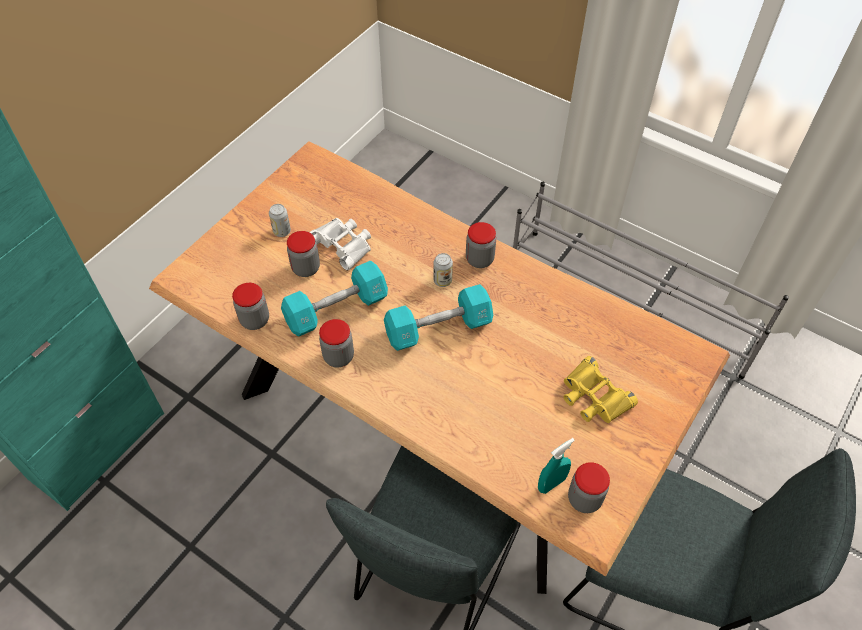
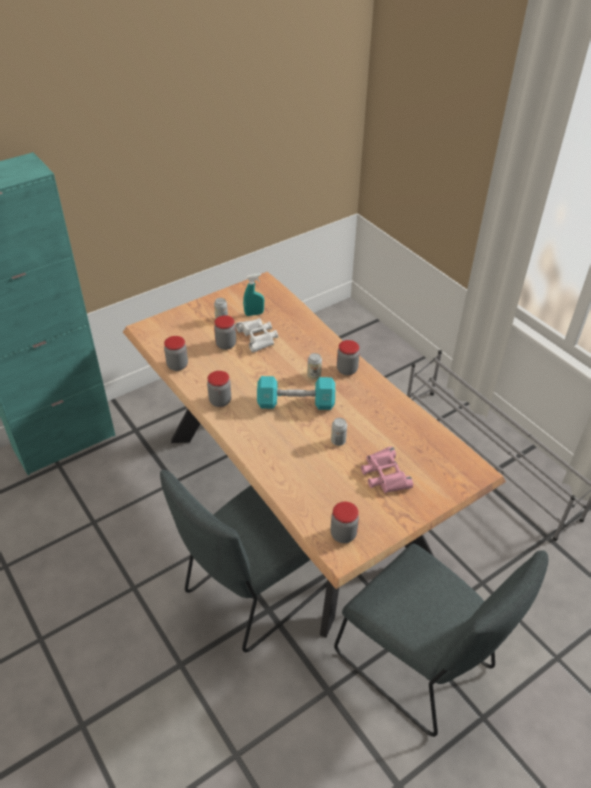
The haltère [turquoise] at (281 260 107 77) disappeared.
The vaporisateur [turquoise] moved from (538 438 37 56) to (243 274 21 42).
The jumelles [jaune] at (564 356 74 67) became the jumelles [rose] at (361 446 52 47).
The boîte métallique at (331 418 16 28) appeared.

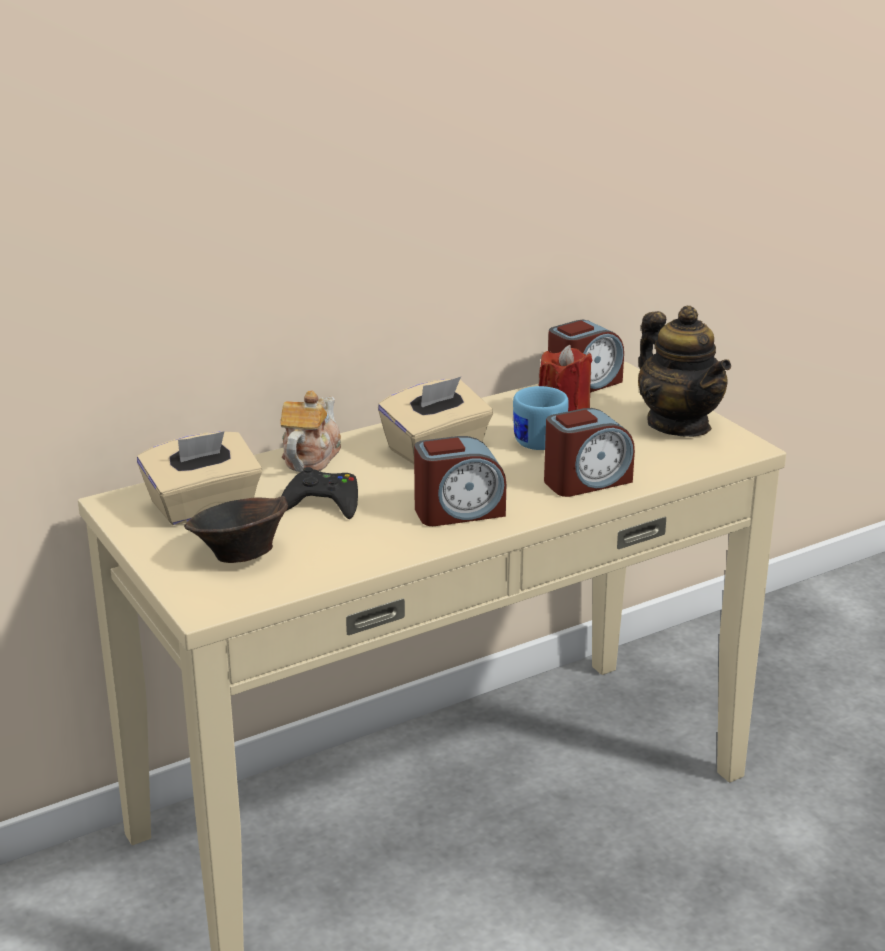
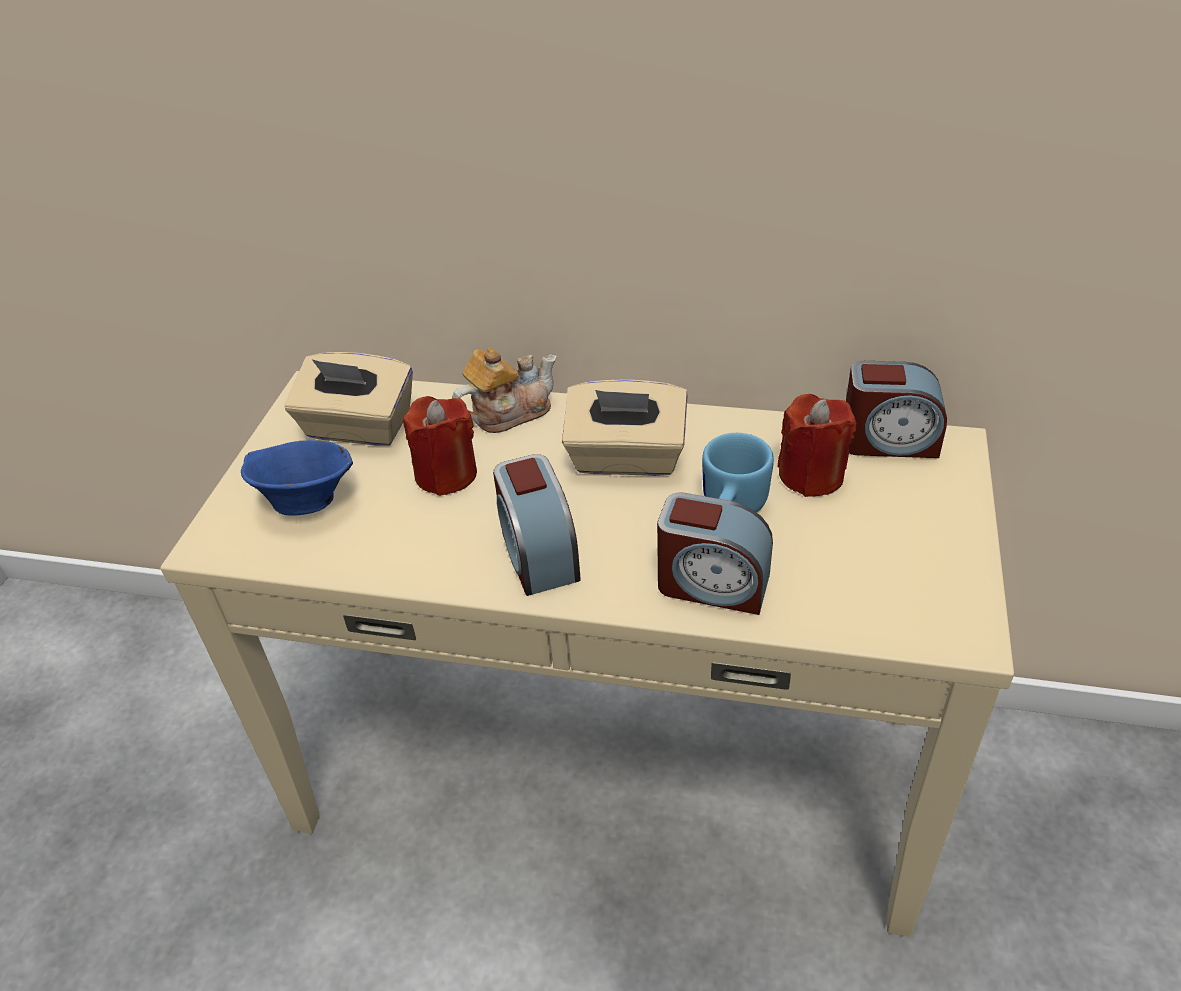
The bol [marron] at (184 496 104 67) became the bol [bleu] at (241 440 112 76).
The manette [noir] at (281 467 77 52) was replaced by the bougie [rouge] at (403 396 74 100).
The réveil at (414 436 92 90) turned 45 degrees clockwise.
The théière at (638 306 93 131) disappeared.

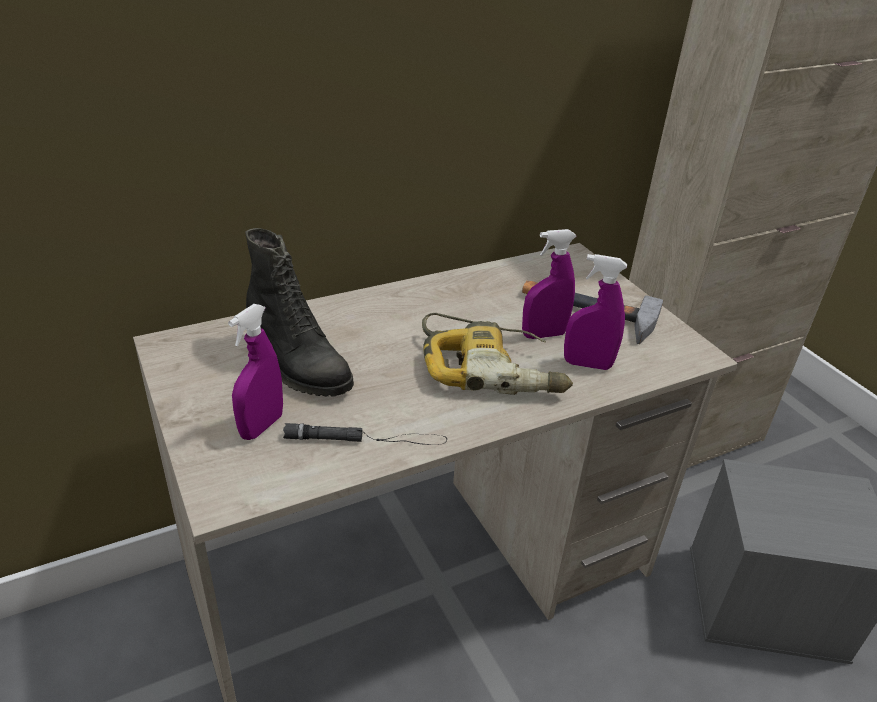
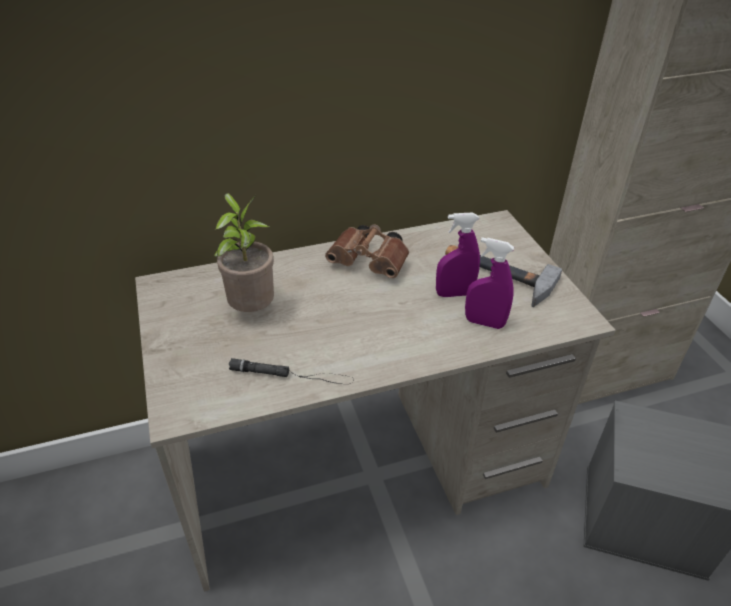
The vaporisateur [violet] at (228 304 55 136) disappeared.
The botte [noir] at (245 228 109 169) was replaced by the plante en pot at (214 193 60 119).
The perceuse at (422 313 151 82) disappeared.
The jumelles [marron] at (325 224 84 54) appeared.

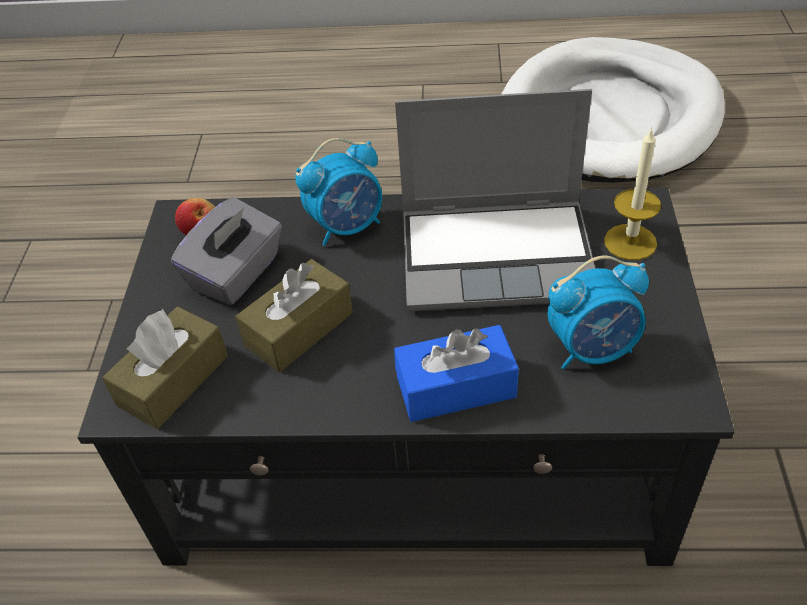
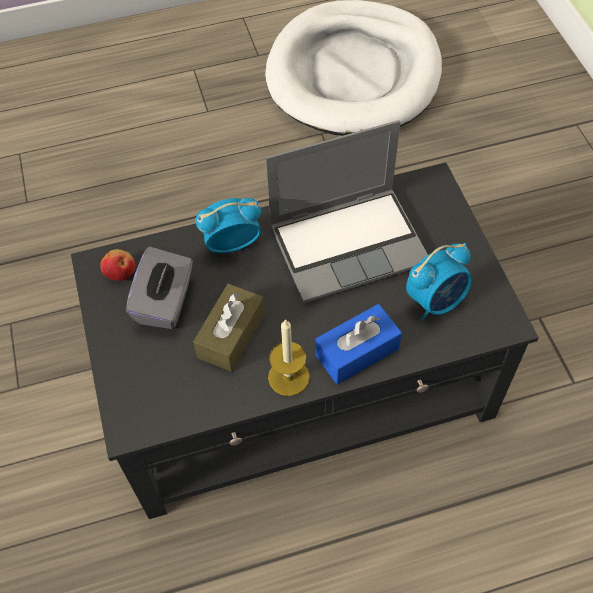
The boîte à mouchoirs [marron] at (102 307 126 122) disappeared.
The réveil at (295 138 87 108) turned 150 degrees counterclockwise.
The bougie moved from (604 127 57 133) to (268 319 42 77).

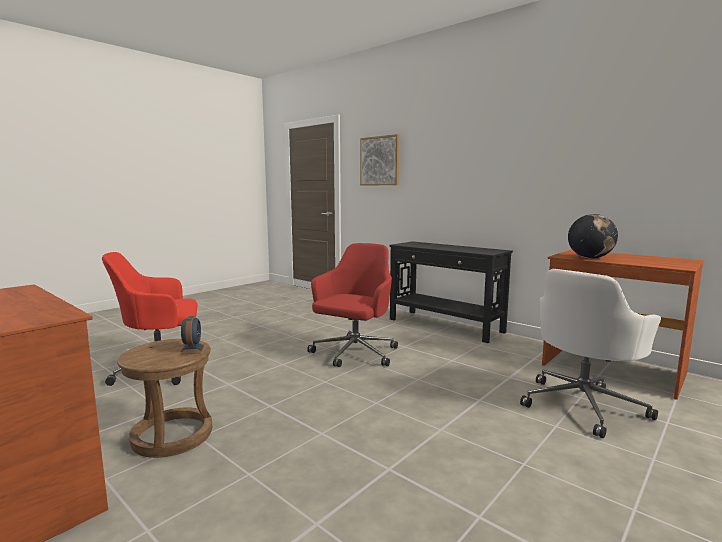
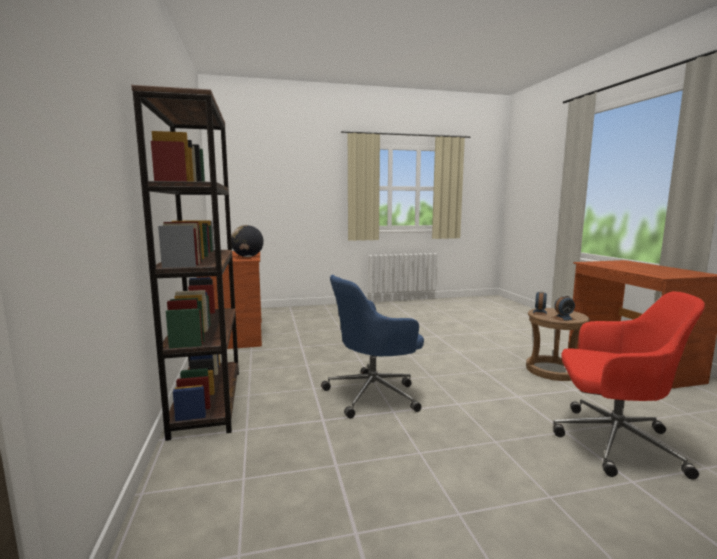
The chaise de bureau [rouge] at (307 243 91 124) became the chaise de bureau [bleu] at (321 275 103 144).
The tableau at (360 134 39 52) disappeared.
The table console [noir] at (390 241 123 102) was replaced by the bibliothèque [marron] at (131 85 108 356).
The chaise de bureau [blanc] at (520 269 141 169) disappeared.
The réveil at (552 295 23 26) appeared.

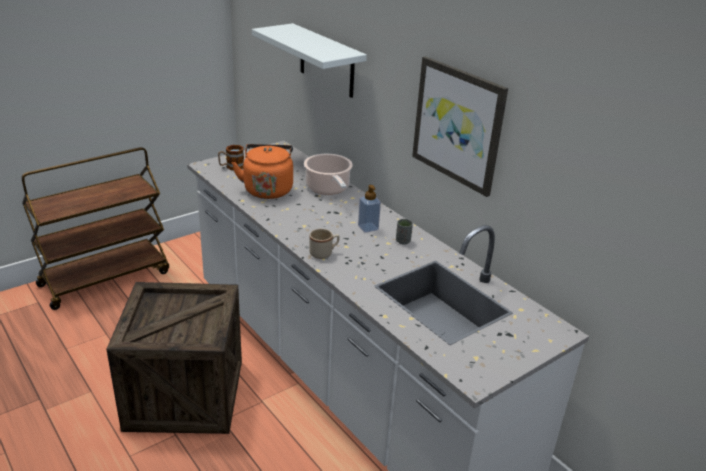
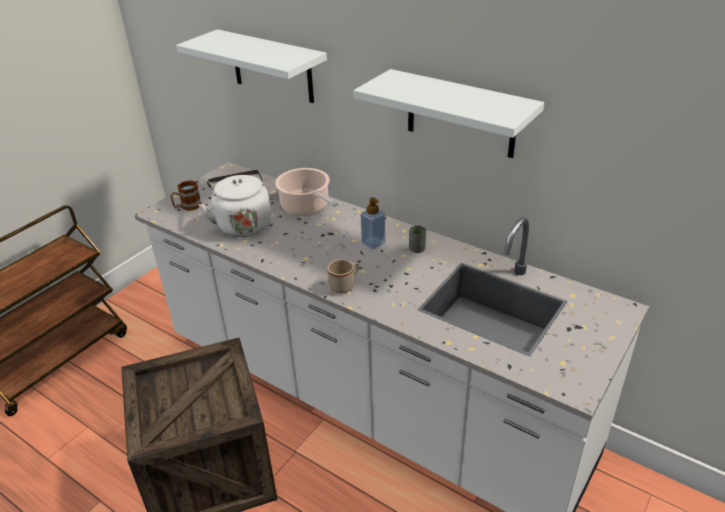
The bouilloire [orange] at (232 144 61 55) became the bouilloire [blanc] at (199 170 72 67).
The tableau at (412 56 96 141) was replaced by the étagère [blanc] at (353 69 191 89).

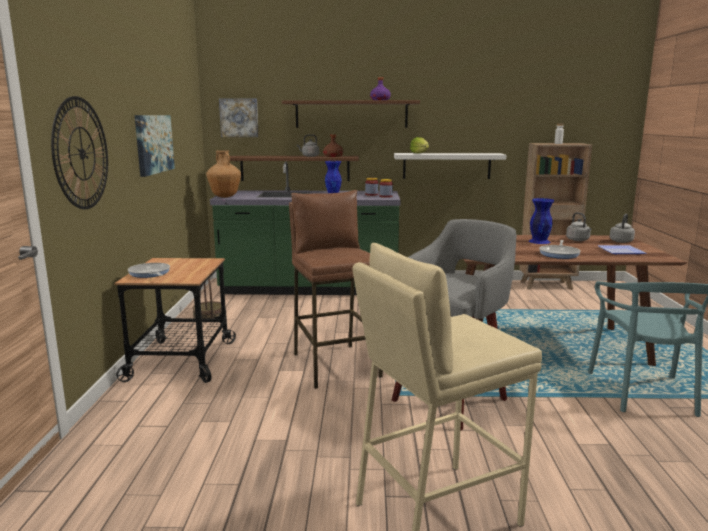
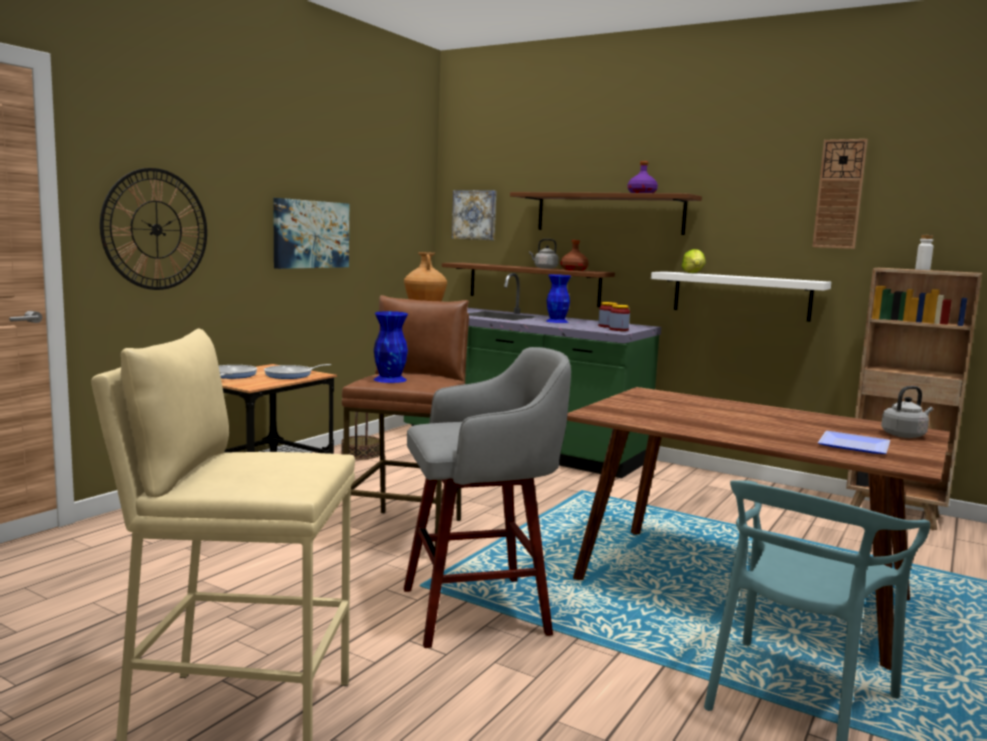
The vase [bleu] moved from (529 198 25 46) to (373 311 35 72).
The poêle moved from (539 240 42 19) to (264 364 67 15).
The bouilloire [gris] at (566 212 25 29) disappeared.
The horloge murale at (812 139 56 110) appeared.

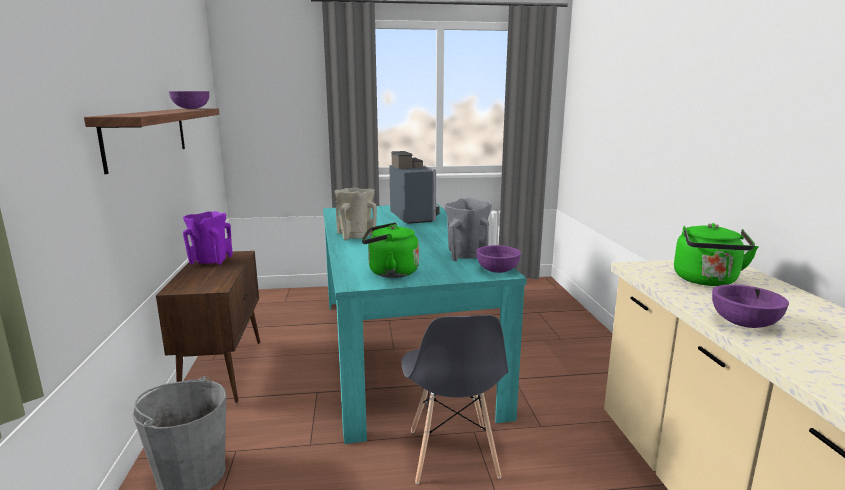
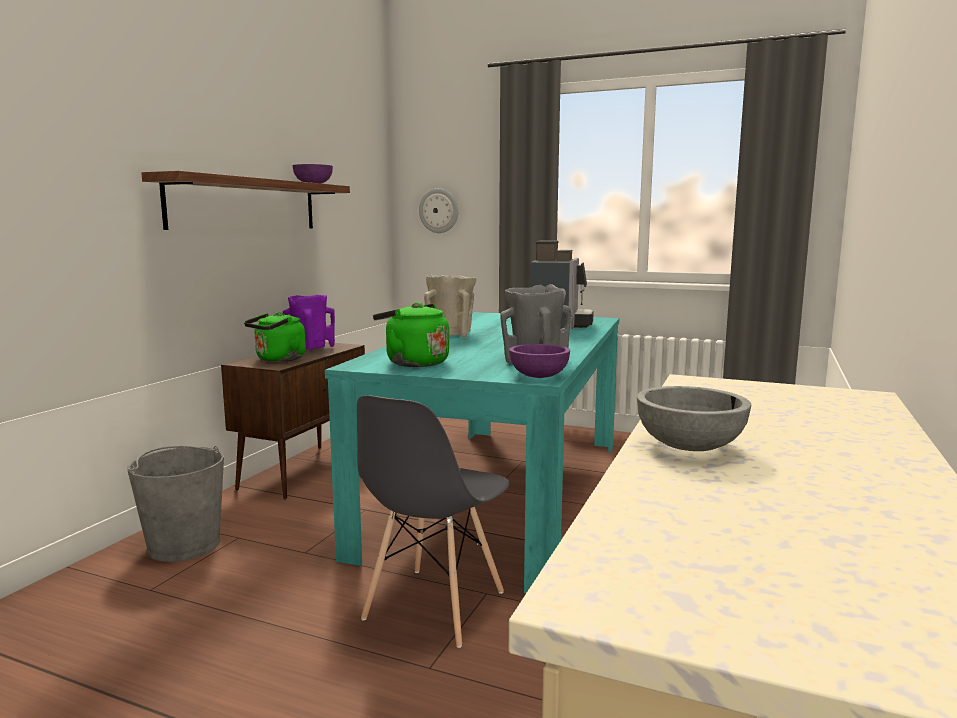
The bouilloire [vert] moved from (674 223 84 63) to (244 312 62 50).
The bol [violet] at (712 284 77 44) became the bol [gris] at (637 386 114 65).
The horloge murale at (419 188 39 45) appeared.

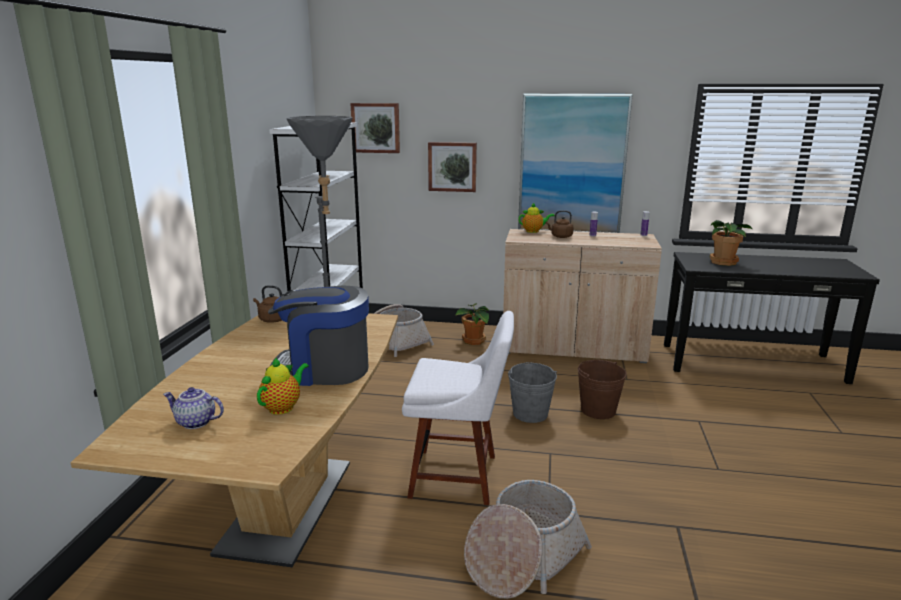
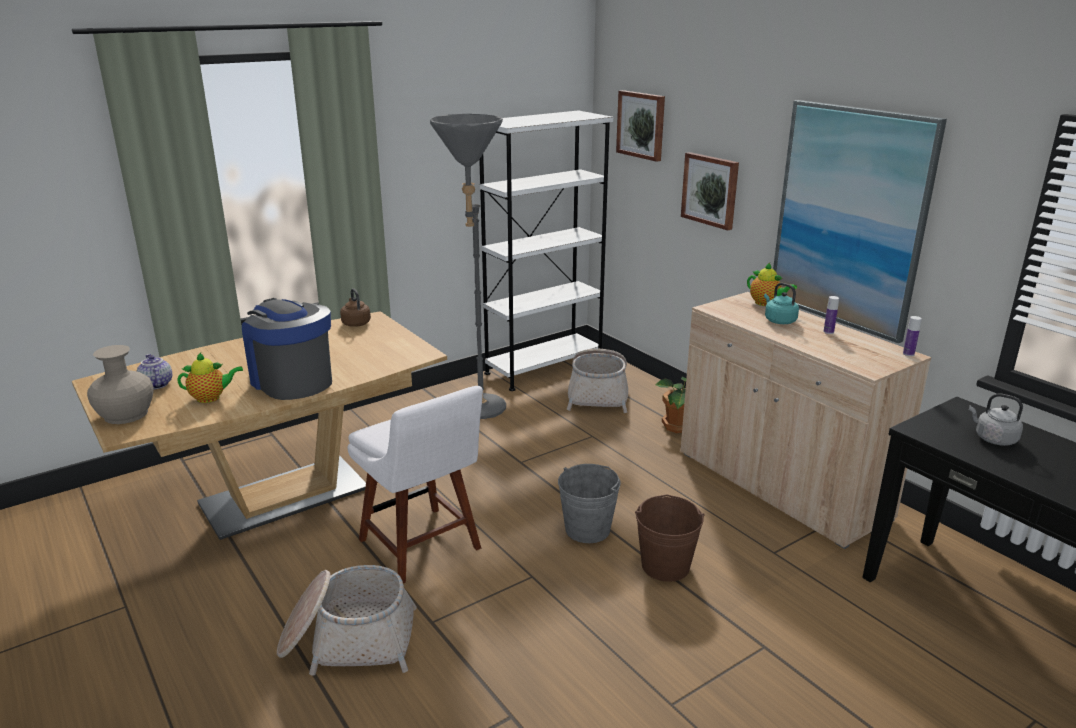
The bouilloire [marron] at (546 210 28 28) became the bouilloire [turquoise] at (764 283 35 41).
The plante en pot at (710 220 43 46) was replaced by the bouilloire [gris] at (969 393 54 53).
The vase [beige] at (87 345 67 79) appeared.

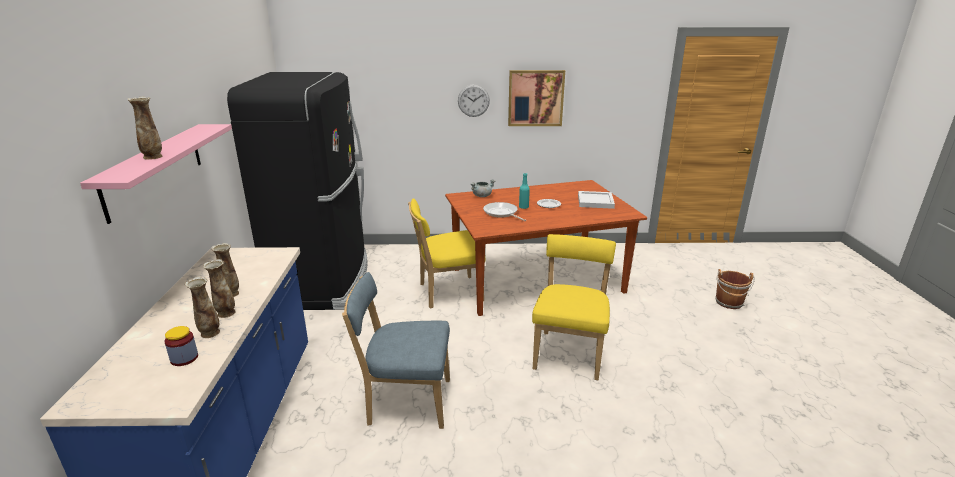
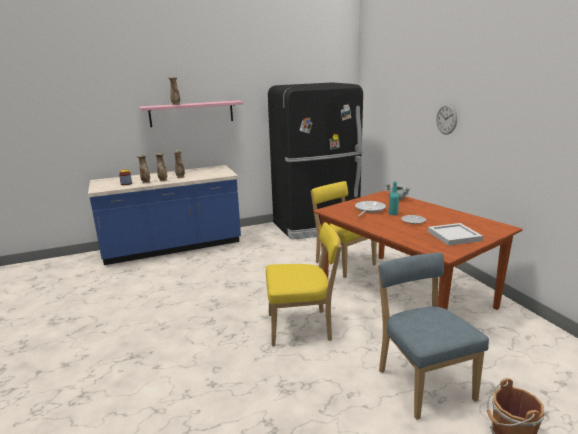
The chaise [bleu] moved from (342 272 108 157) to (378 252 111 168).
The tableau at (508 70 57 56) disappeared.

